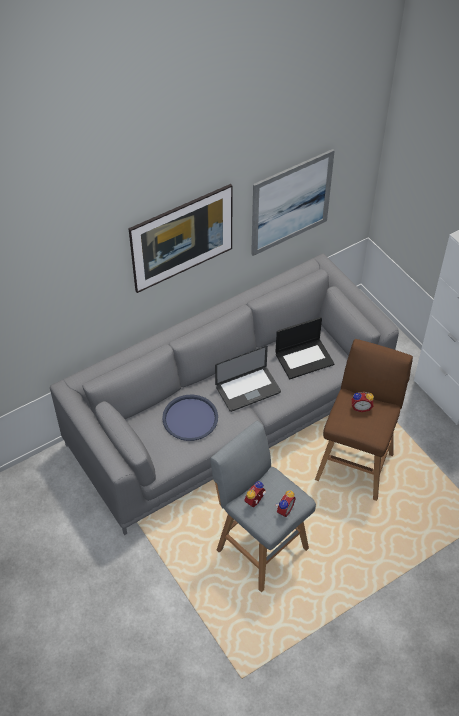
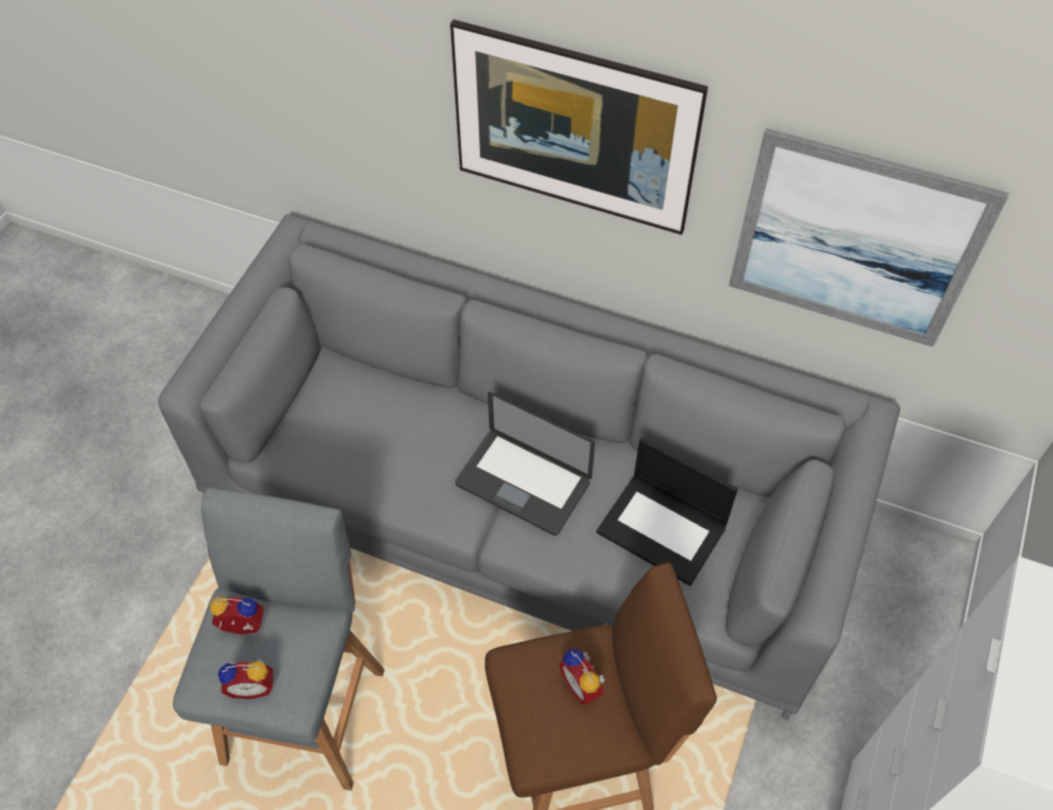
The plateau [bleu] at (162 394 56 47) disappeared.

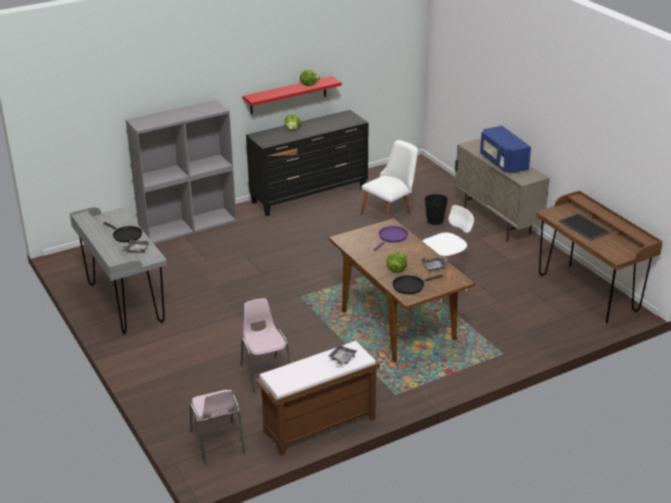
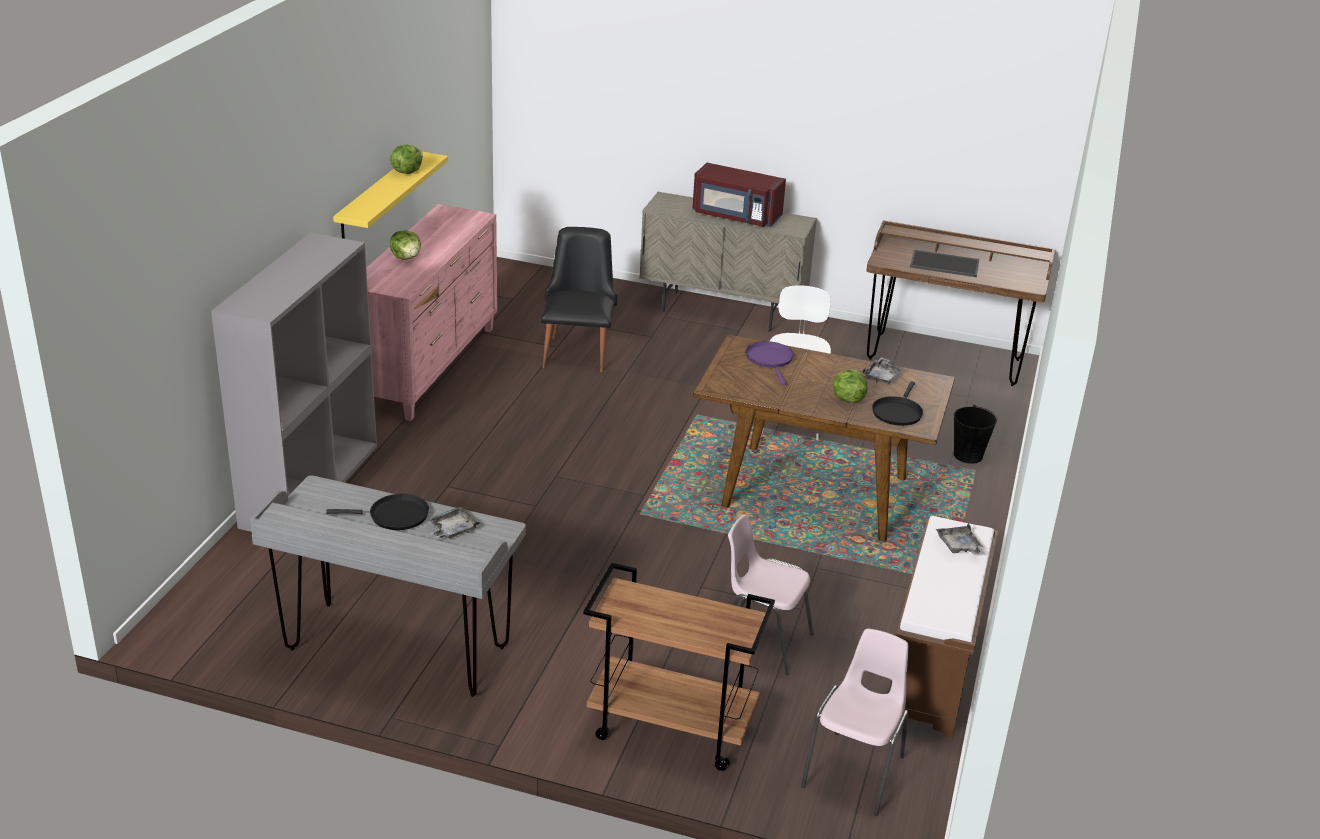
The chaise [rose] at (189 390 56 74) turned 90 degrees counterclockwise.
The étagère [rouge] at (243 76 99 38) became the étagère [jaune] at (333 152 115 87).
The commode [noir] at (246 110 123 106) became the commode [rose] at (366 204 131 217).
The chaise [blanc] at (361 140 57 80) became the chaise [noir] at (541 227 76 145).
The seau [noir] moved from (425 194 23 31) to (954 405 43 59).
The micro-ondes [bleu] at (480 126 51 48) became the micro-ondes [rouge] at (692 163 94 64).
The chariot [marron] at (583 563 192 208) appeared.

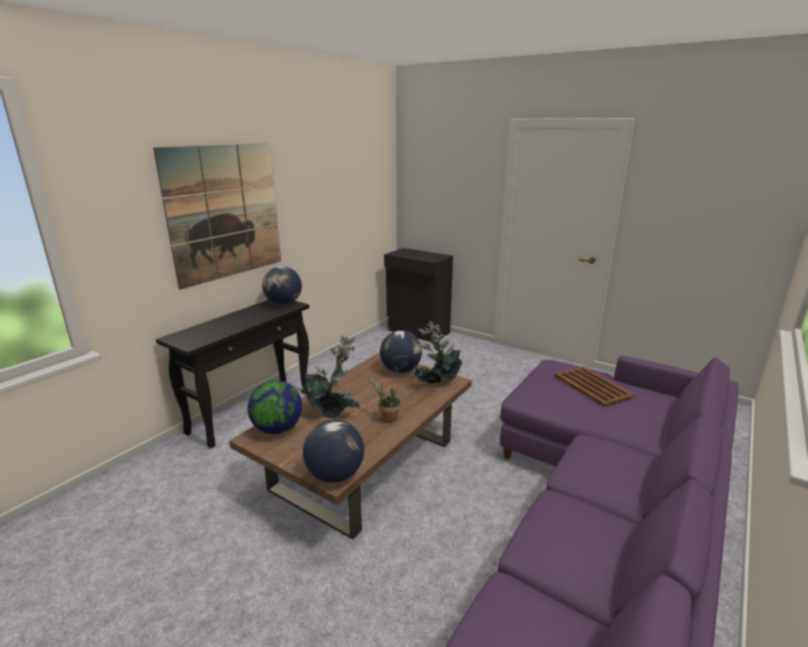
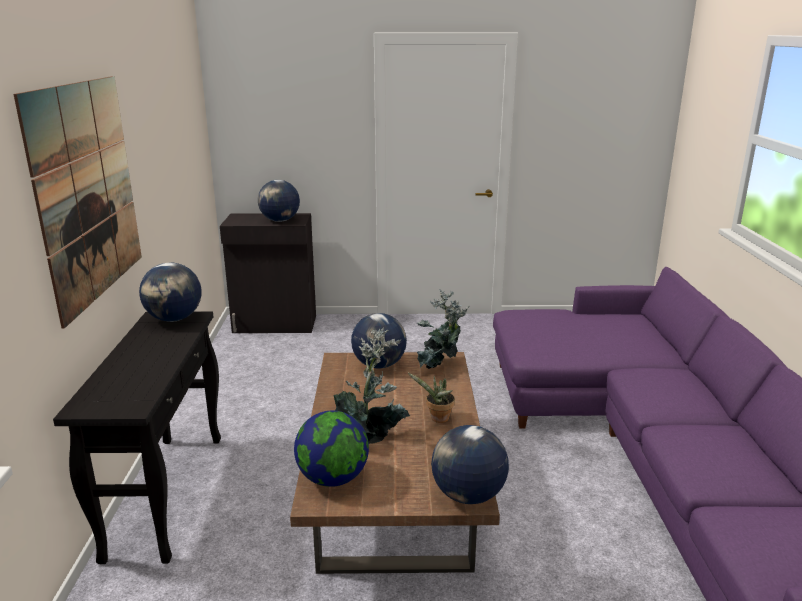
The plateau [marron] at (555 366 80 41) disappeared.
The globe at (258 180 42 42) appeared.

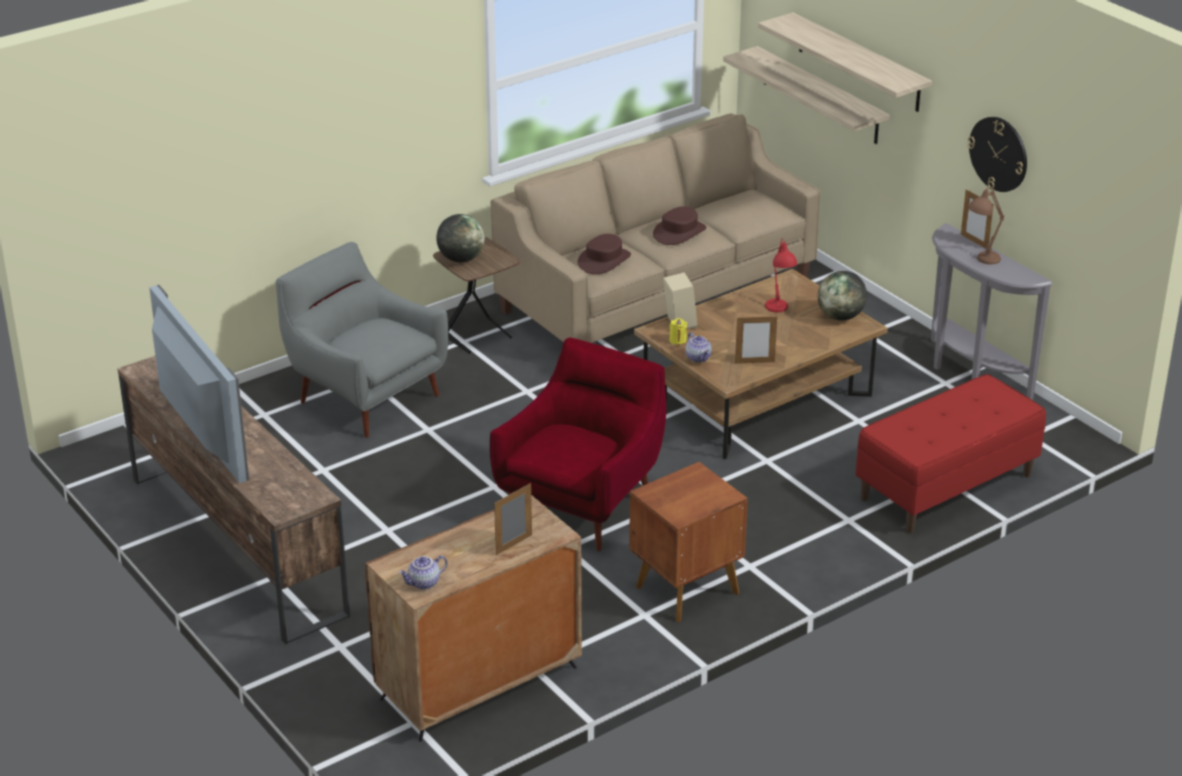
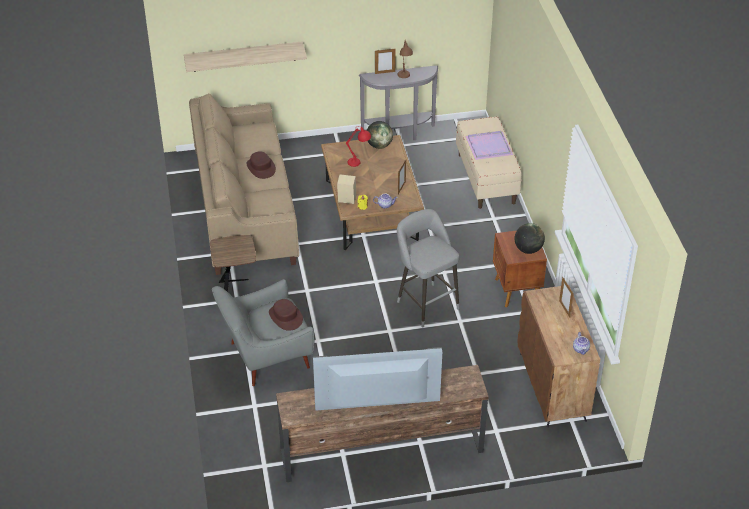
The globe moved from (436 214 49 48) to (515 223 30 31).
The fauteuil [rouge] at (490 338 176 213) was replaced by the tabouret [gris] at (397 209 63 119).
The chapeau [marron] moved from (577 234 54 40) to (269 299 34 32).
The étagère at (758 12 174 100) disappeared.
The banc [rouge] at (856 374 190 159) became the banc [beige] at (456 117 66 92).
The horloge murale at (968 117 59 75) disappeared.
The plateau [violet] at (465 131 48 29) appeared.

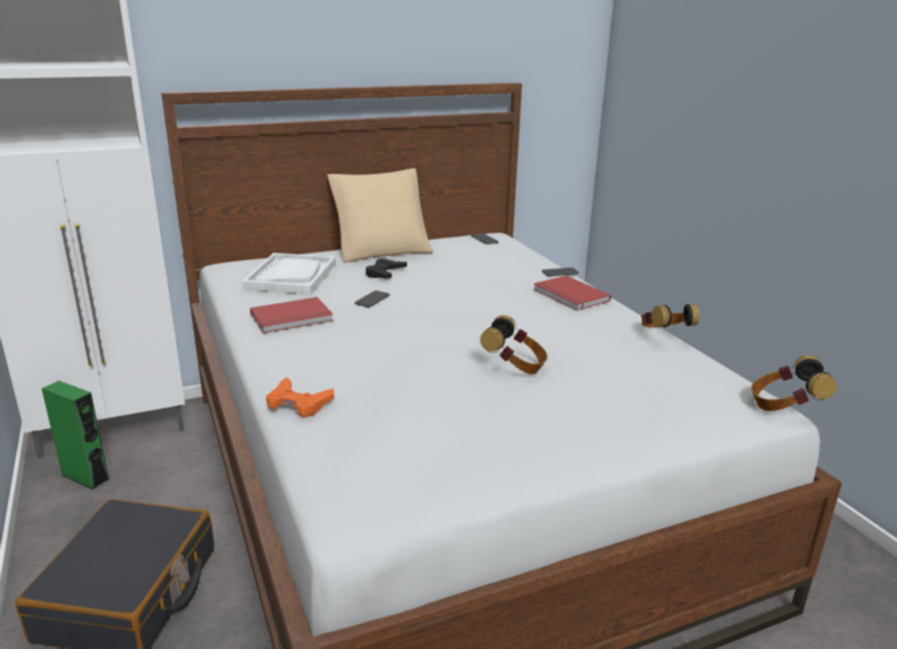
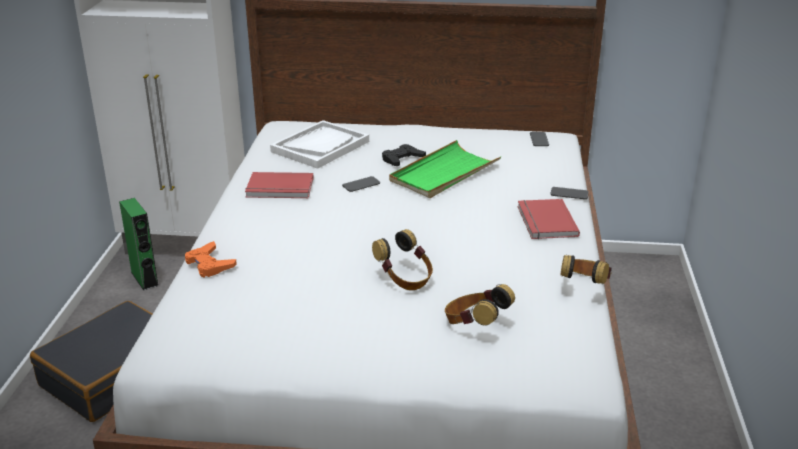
The coussin [beige] at (327 168 106 95) disappeared.
The casque audio moved from (751 355 86 56) to (445 284 70 42).
The plateau [vert] at (389 140 113 58) appeared.

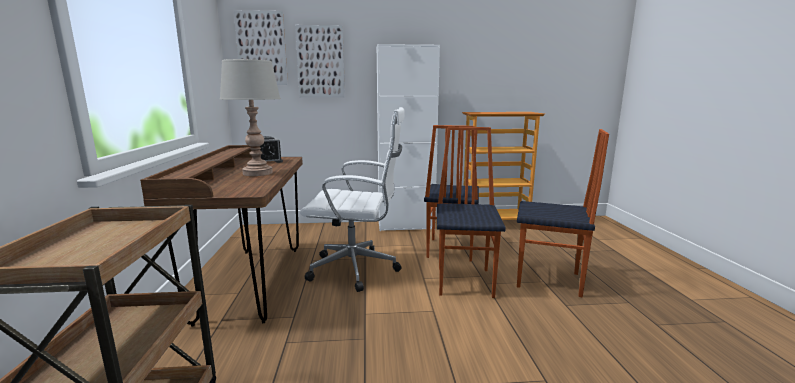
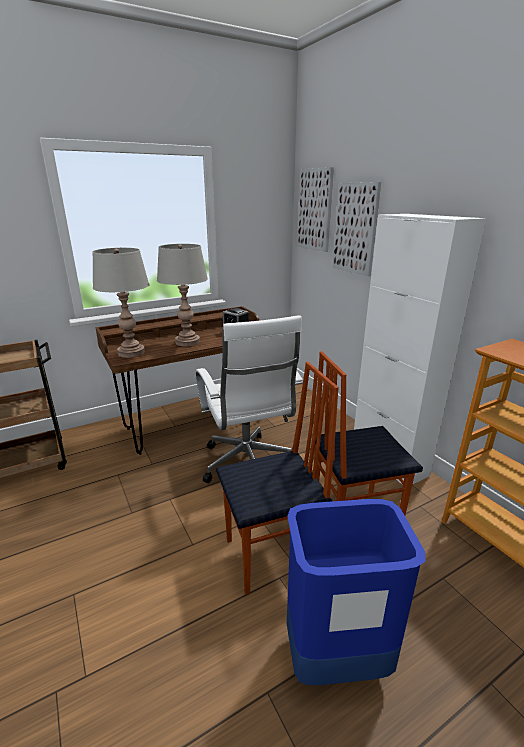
The chaise at (517 129 92 168) was replaced by the poubelle [bleu] at (287 499 139 186).
The lampe de table [gris] at (92 248 57 110) appeared.

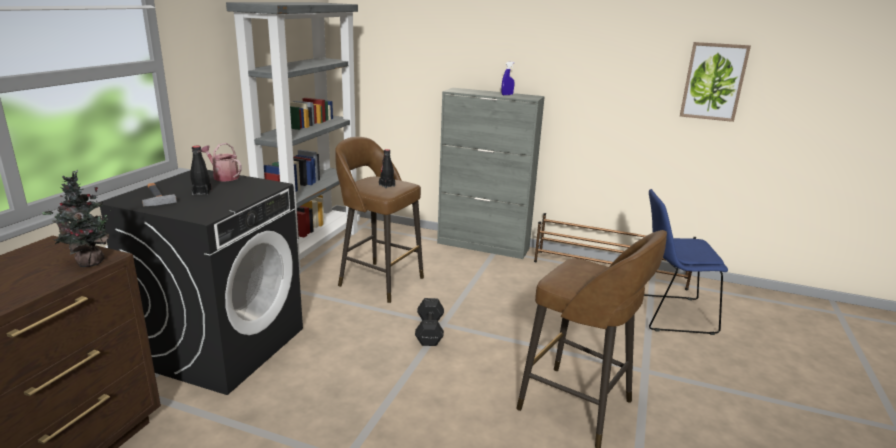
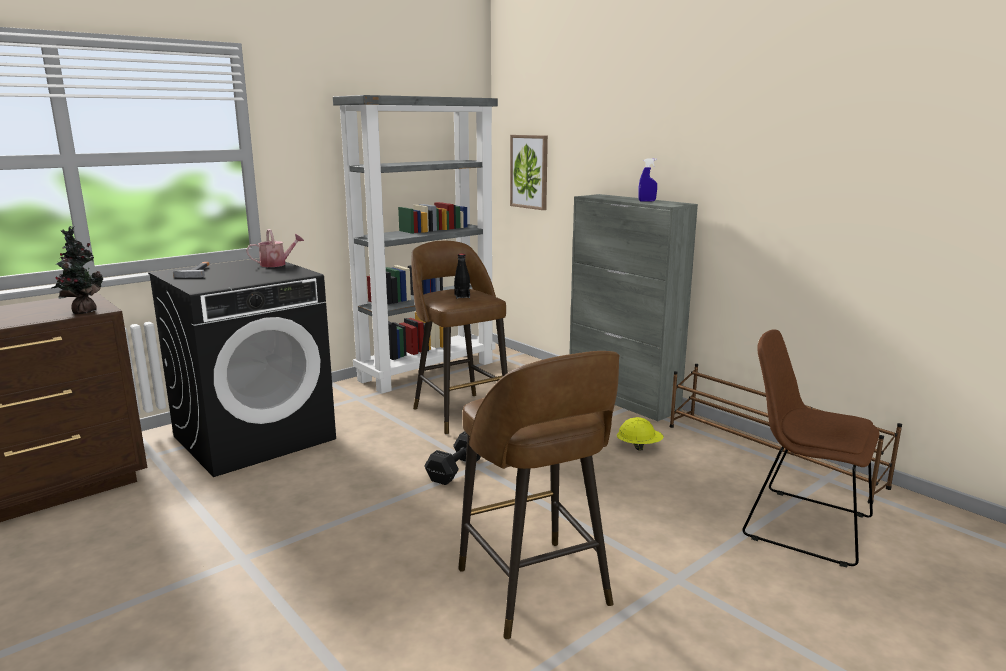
The bouteille [noir] at (190 146 22 49) disappeared.
The arrosoir at (201 143 41 39) turned 90 degrees clockwise.
The chaise [bleu] at (644 189 84 146) became the chaise [marron] at (743 330 137 237).
The tableau moved from (680 42 71 80) to (510 135 38 75).
The casque de chantier [jaune] at (617 417 47 34) appeared.

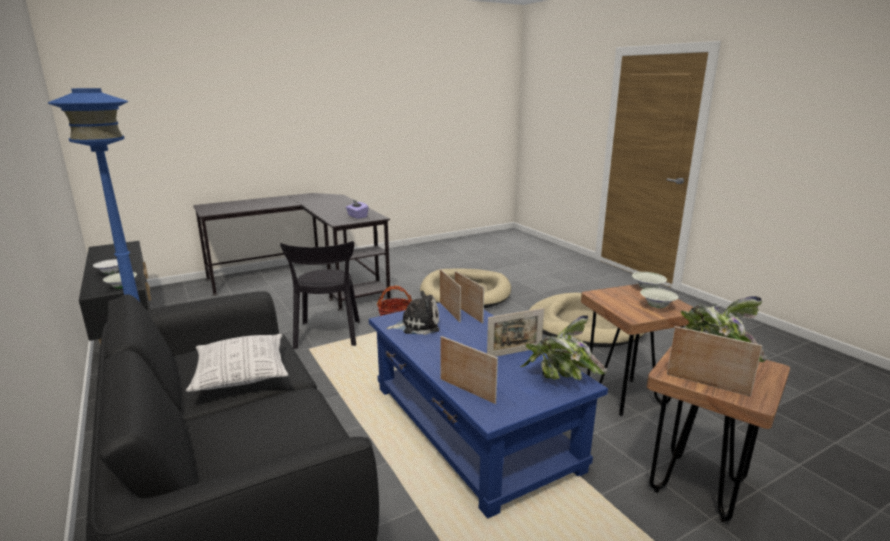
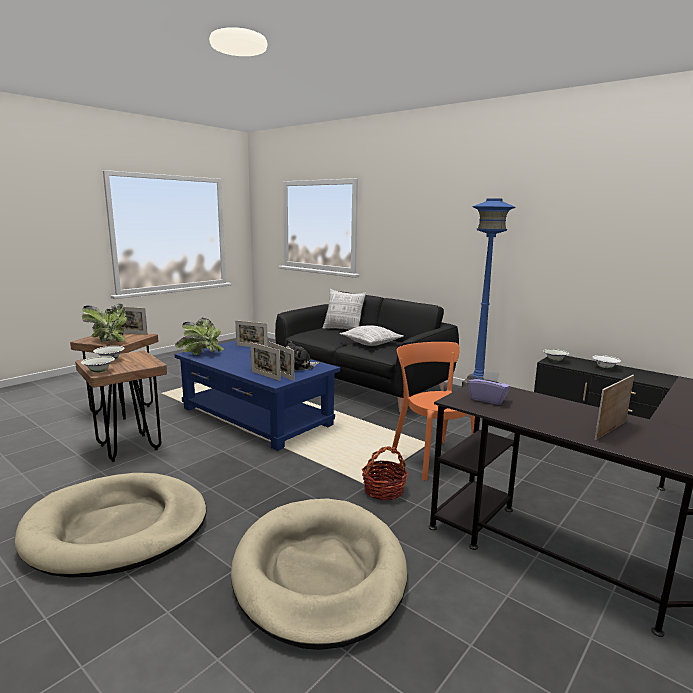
The chaise [noir] at (280 241 80 108) became the chaise [orange] at (391 342 84 139).
The cadre photo moved from (487 308 57 49) to (595 375 39 65).
The coussin at (323 289 43 41) appeared.

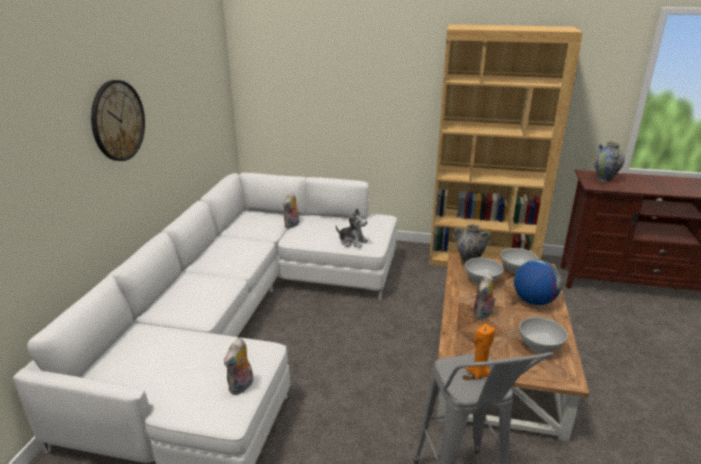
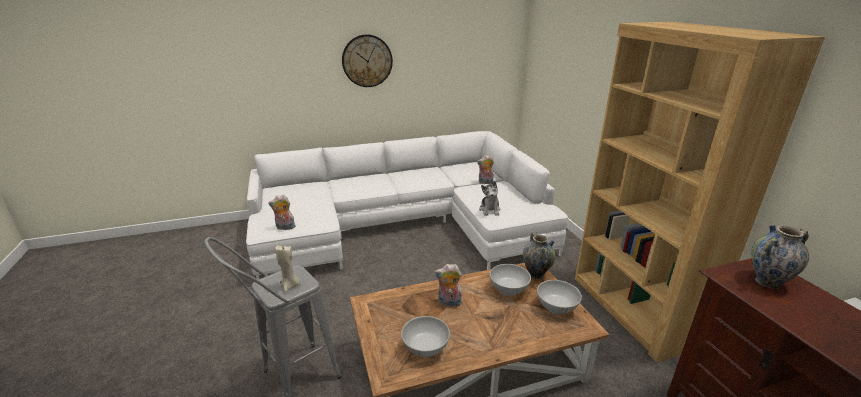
The bougie [orange] at (465 324 30 55) became the bougie [beige] at (275 245 25 47).
The globe at (514 260 48 45) disappeared.

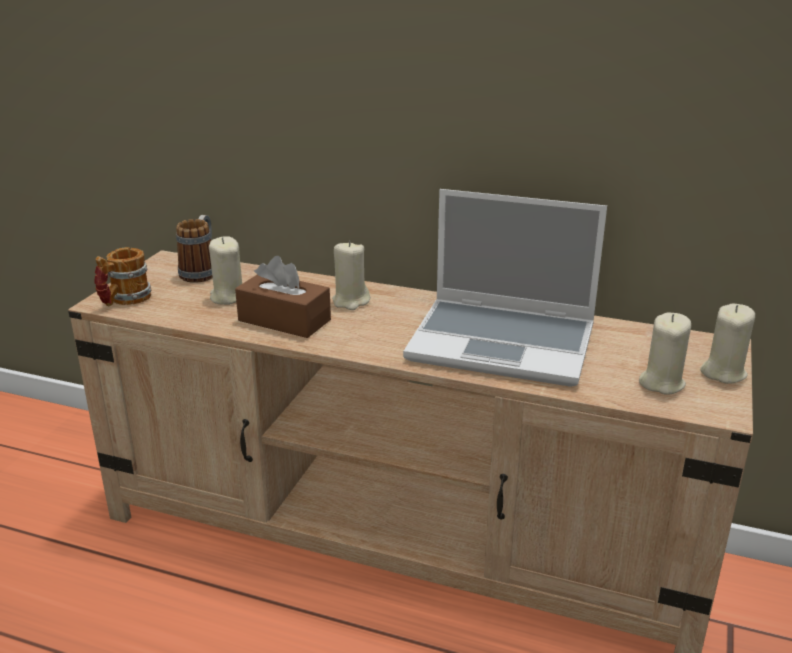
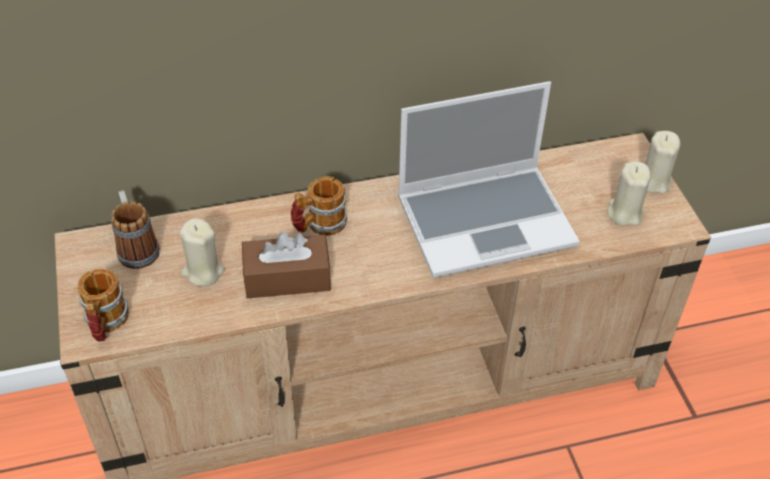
The bougie [beige] at (332 241 38 69) was replaced by the mug at (291 176 56 60).

